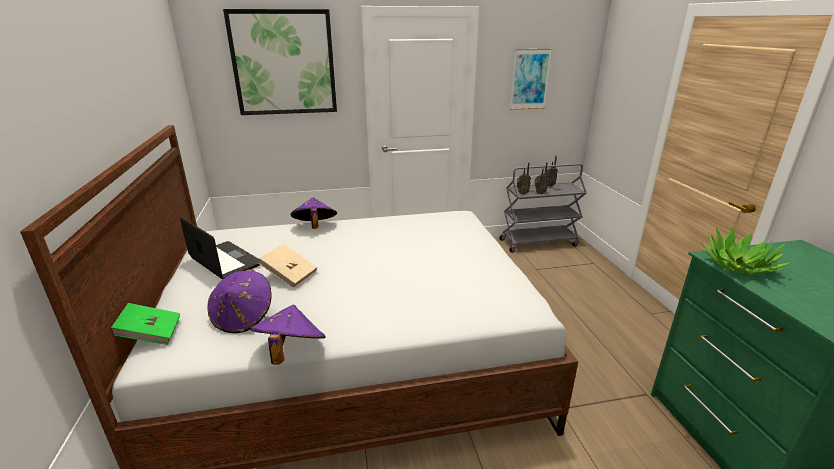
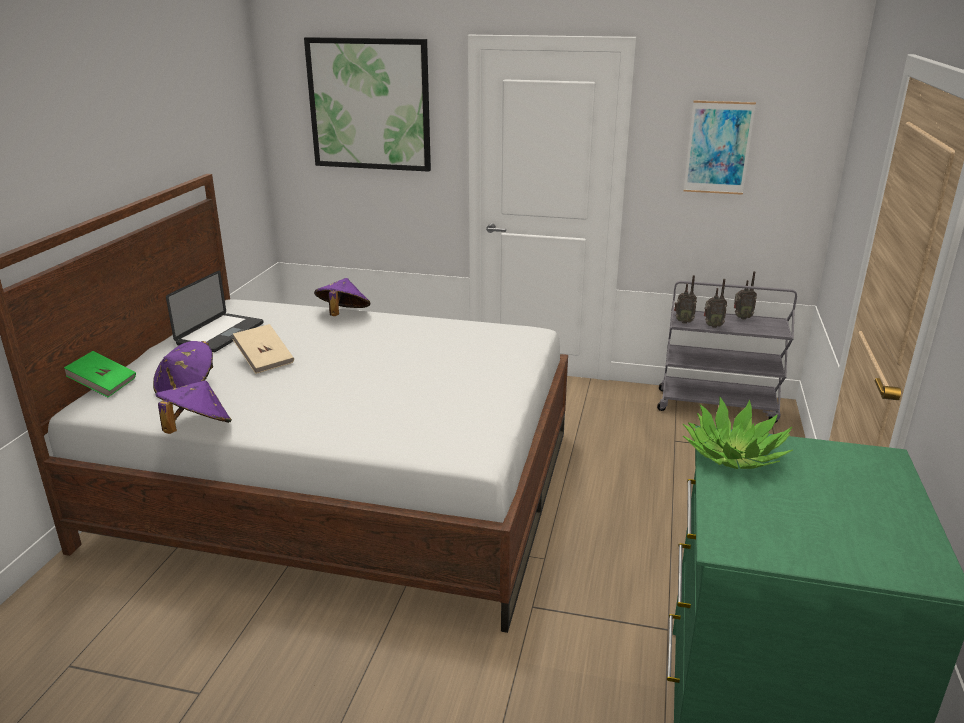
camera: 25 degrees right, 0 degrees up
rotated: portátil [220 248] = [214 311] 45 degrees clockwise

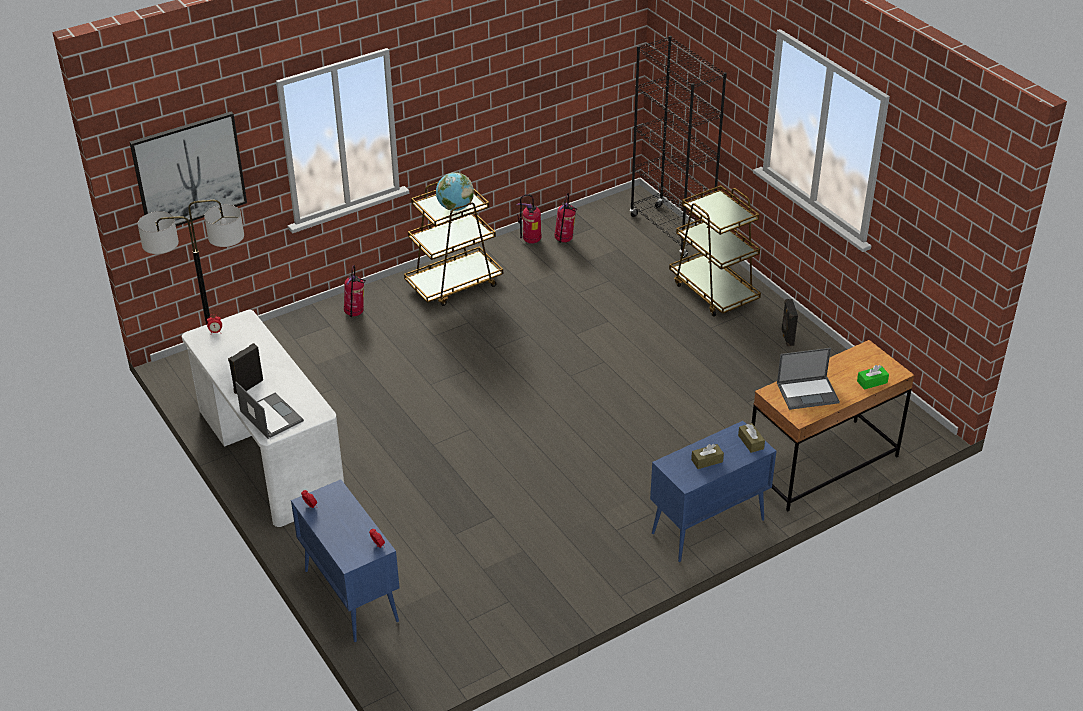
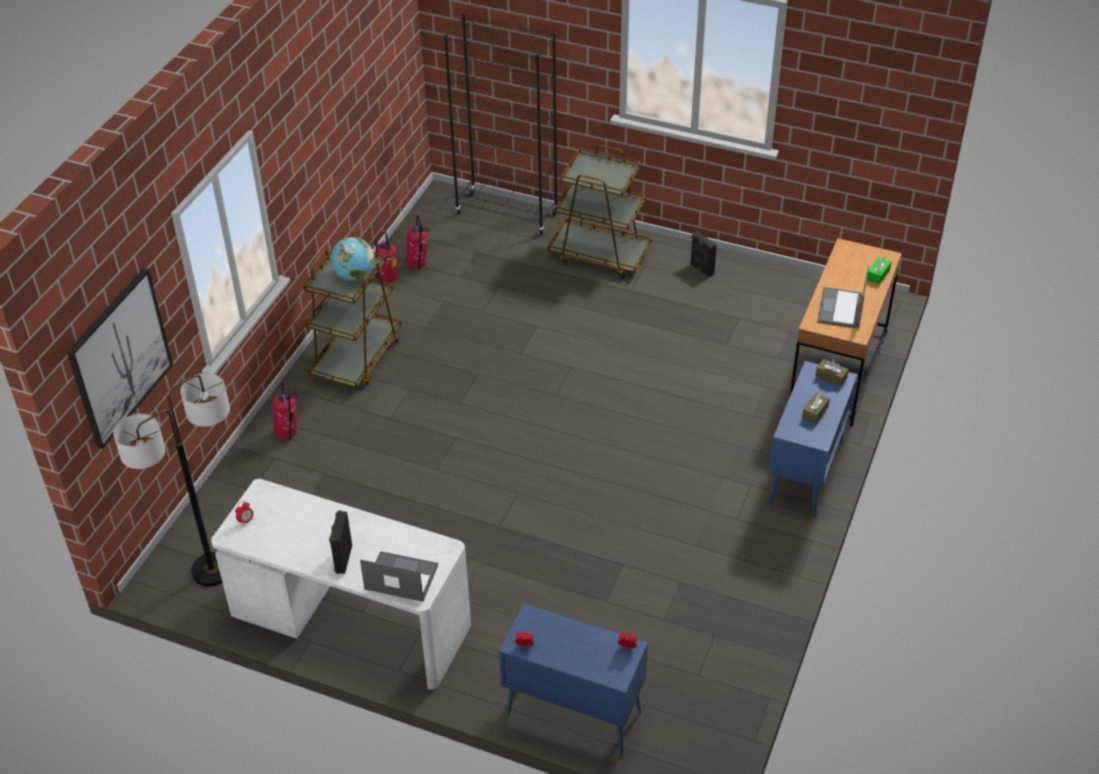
camera: 35 degrees left, 5 degrees up
rotated: portátil [808 379] = [843 297] 150 degrees clockwise

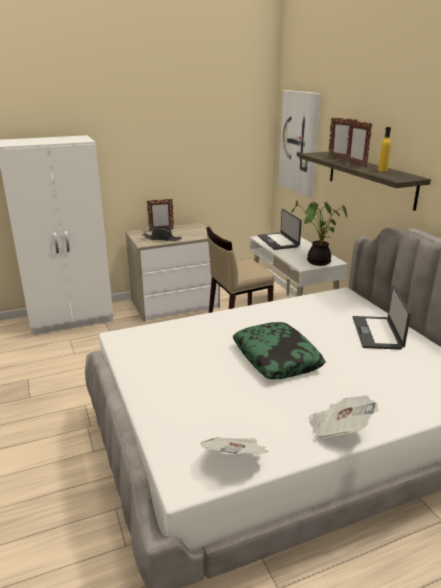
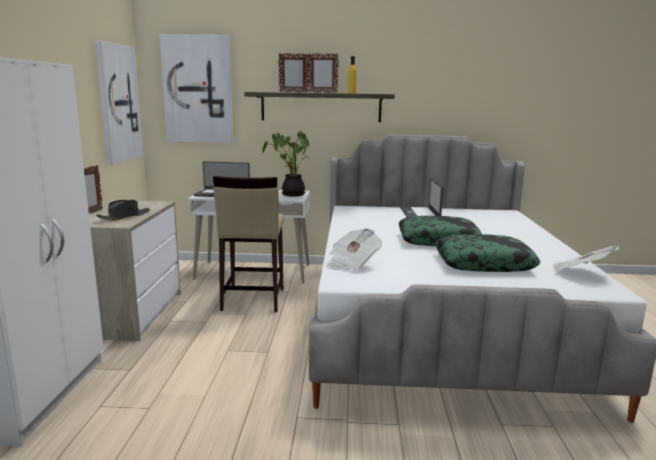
camera: 65 degrees left, 10 degrees down
new: cuadro [119 102]; cojín [488 253]
shifted: periódico [343 416] to [354 249]
rotated: portátil [382 318] = [422 198] 60 degrees clockwise

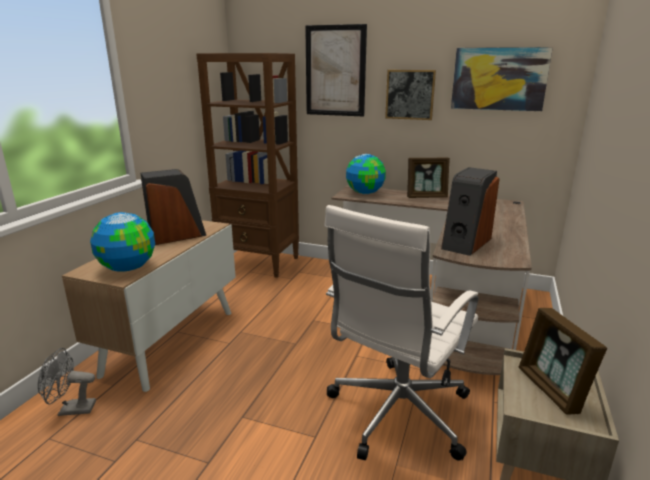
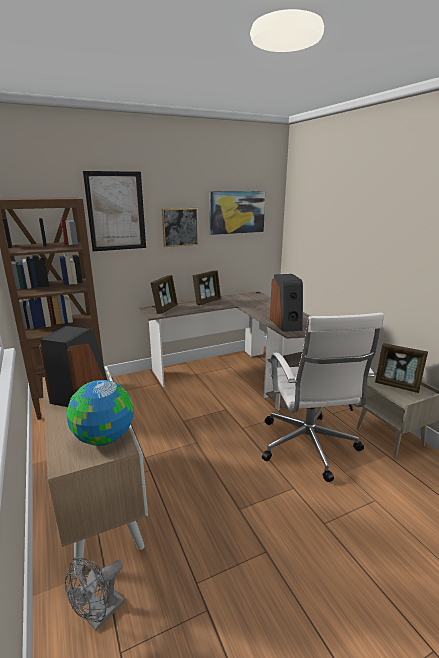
camera: 45 degrees left, 0 degrees up
swapped: globo terráqueo [366 174] to portarretratos [164 294]

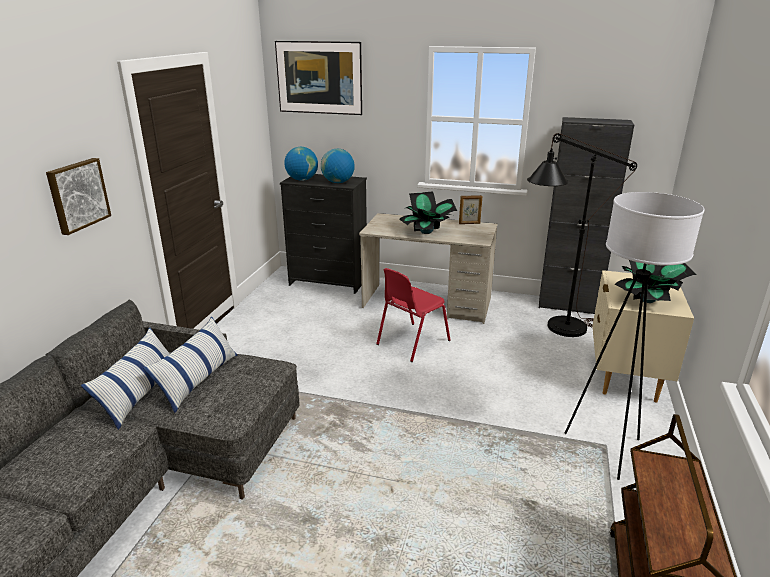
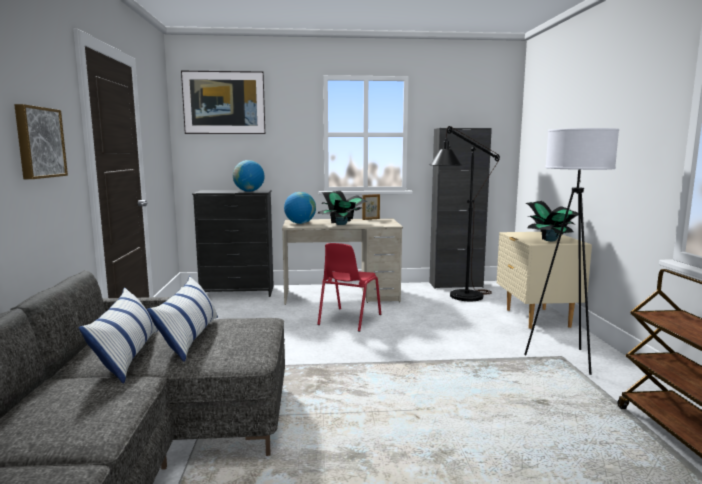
camera: 20 degrees left, 15 degrees down
shifted: globo terráqueo [301 164] to [300 208]

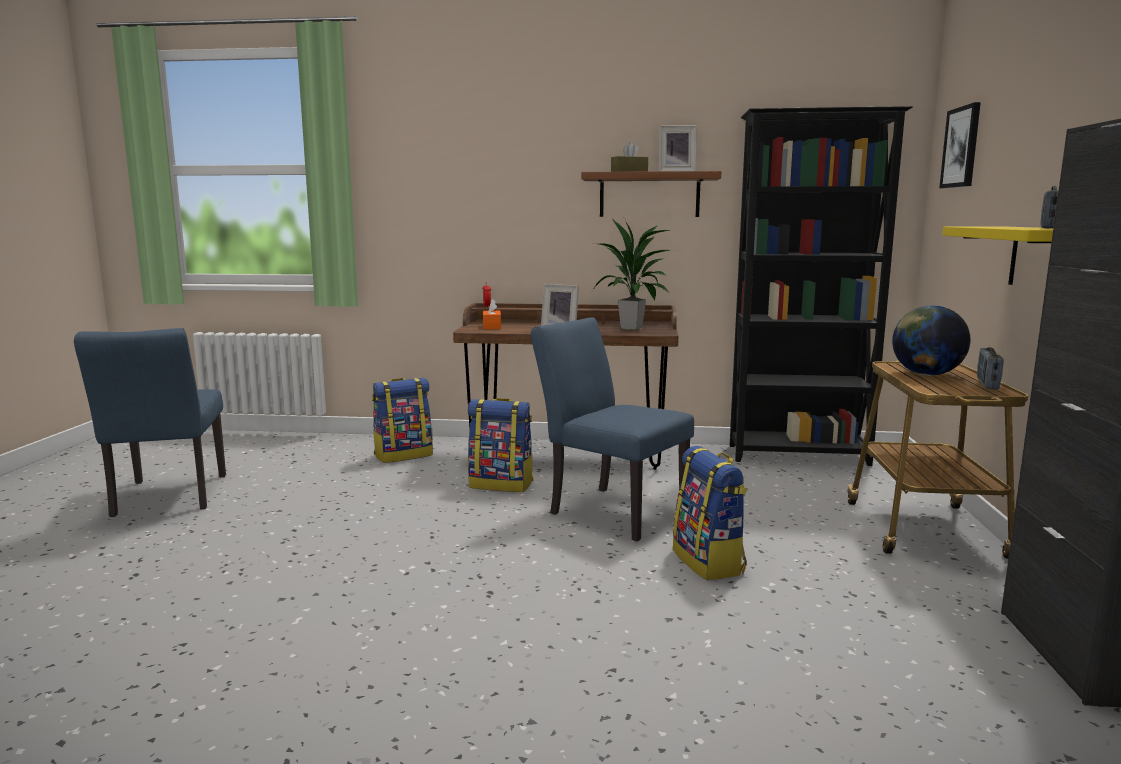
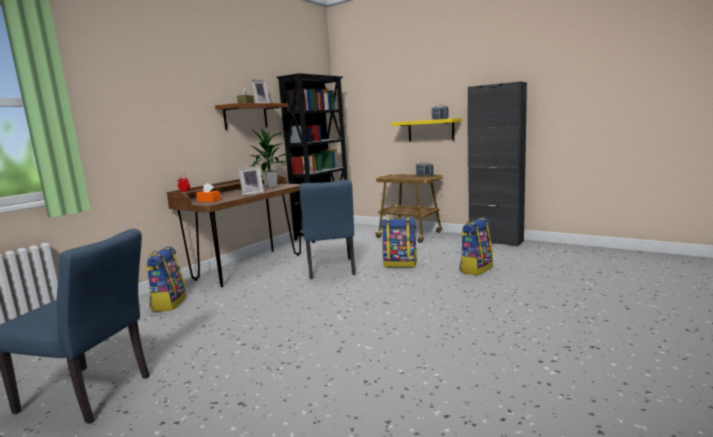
camera: 60 degrees left, 0 degrees up
gone: cuadro [960 145]; globo terráqueo [931 340]
shifted: mochila [500 445] to [476 246]
rotated: silla [azul] [612 429] = [328 229] 75 degrees counterclockwise

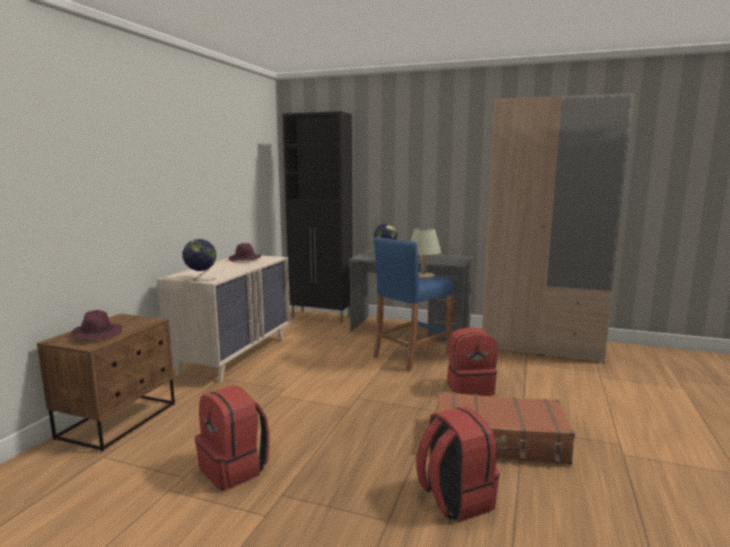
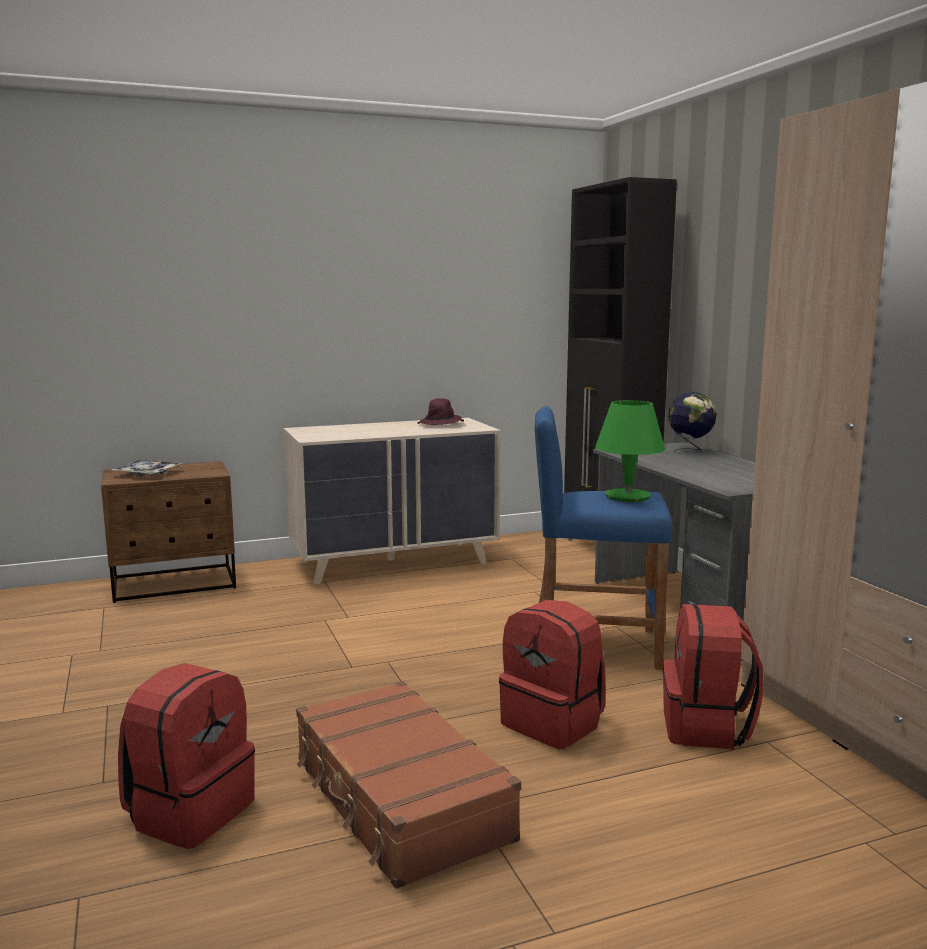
camera: 50 degrees right, 0 degrees up
gone: globo terráqueo [199 260]
shifted: mochila [rojo] [232 438] to [713 676]
swapped: sombrero [morado] [97 324] to bandeja [147 468]
repainted: lámpara de mesa [beis] [426 253] to lámpara de mesa [verde] [630 451]

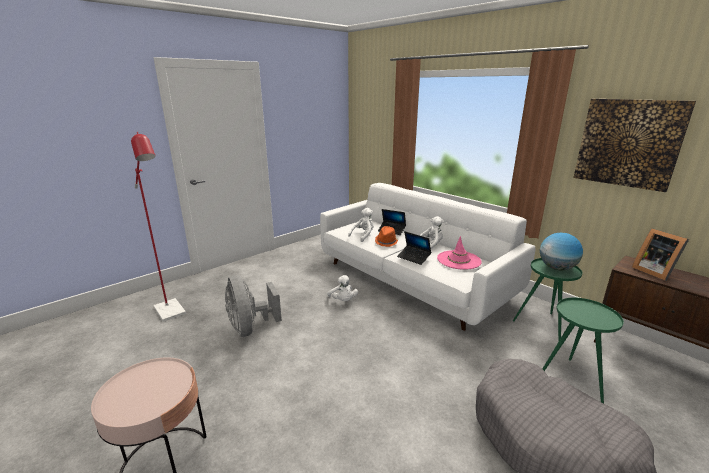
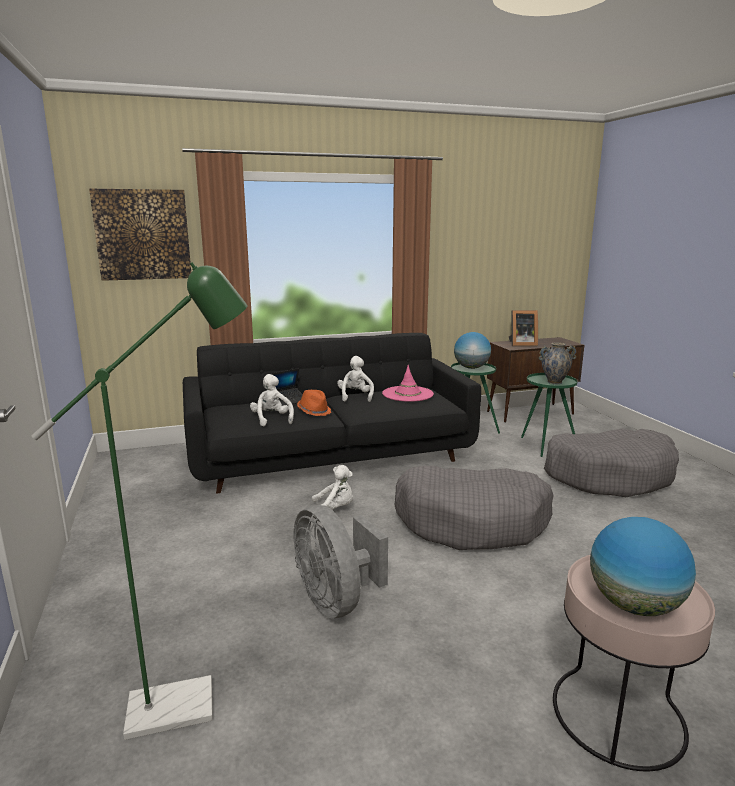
camera: 65 degrees left, 5 degrees down
gone: portátil [414 248]
new: florero [558 363]; cama para perro [gris] [474 508]; globo terráqueo [643 566]
shifted: cuadro [634 145] to [140 235]
repainted: lámpara de pie [rojo] [158 227] to lámpara de pie [verde] [140 501]; sofá [blanco] [428 257] to sofá [negro] [332 413]
rotated: ventilador [gris] [253 306] = [341 561] 60 degrees clockwise

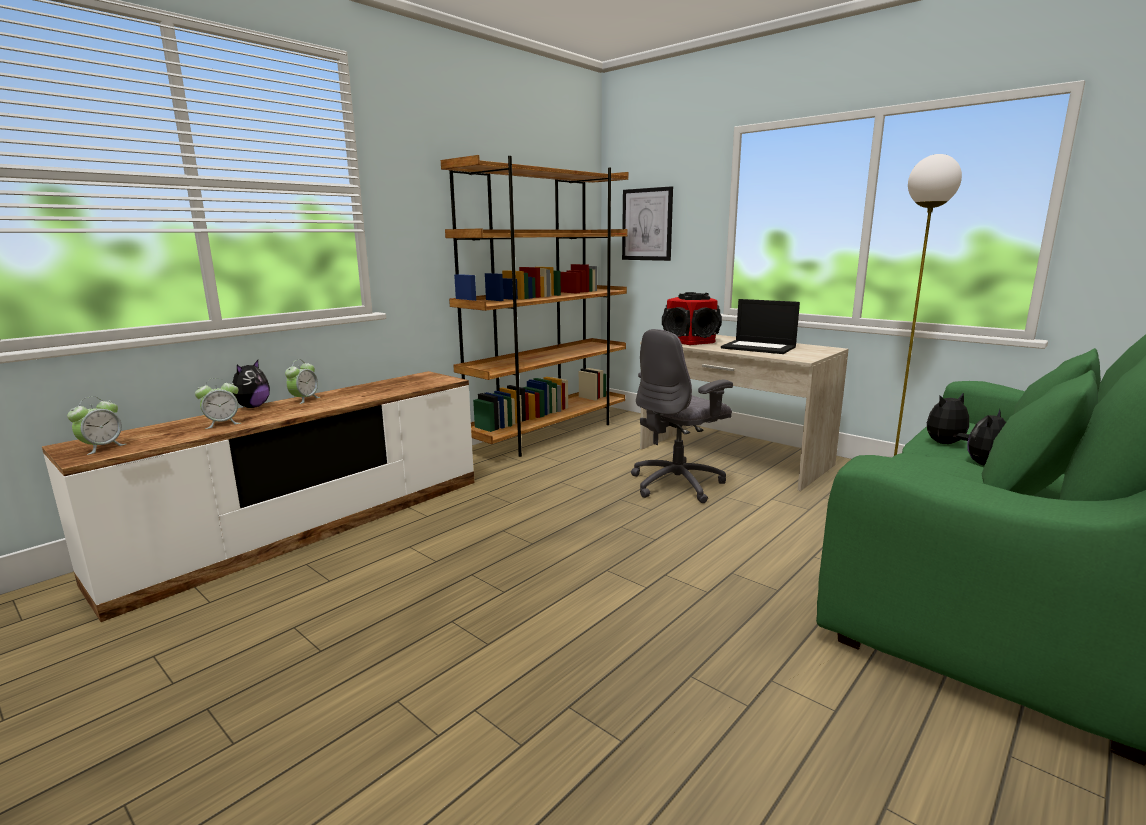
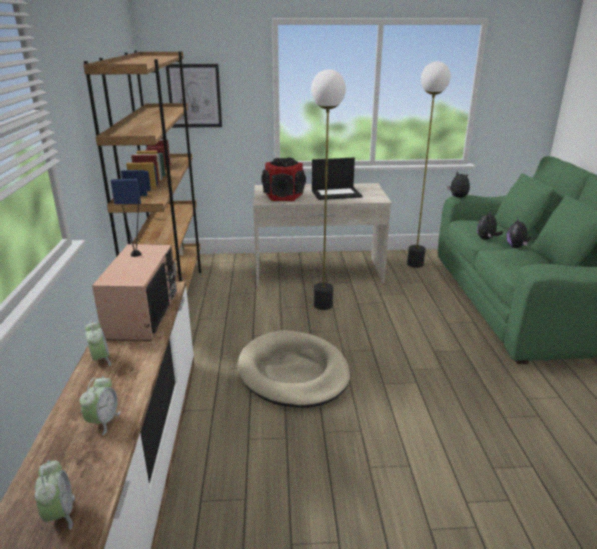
camera: 45 degrees left, 10 degrees up
new: televisor [134 269]; cama para perro [beis] [294 369]
shifted: peluche [251 384] to [458 184]
swapped: silla de oficina [gris] [682 416] to lámpara de pie [328 189]

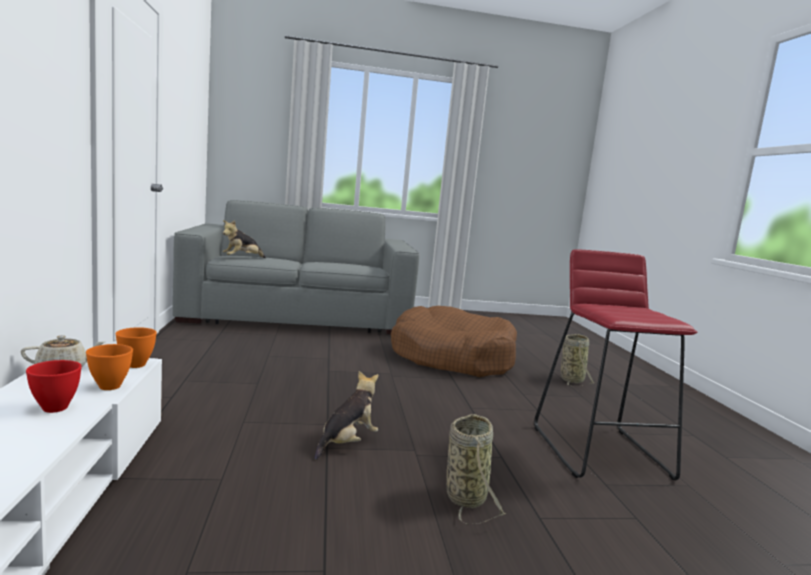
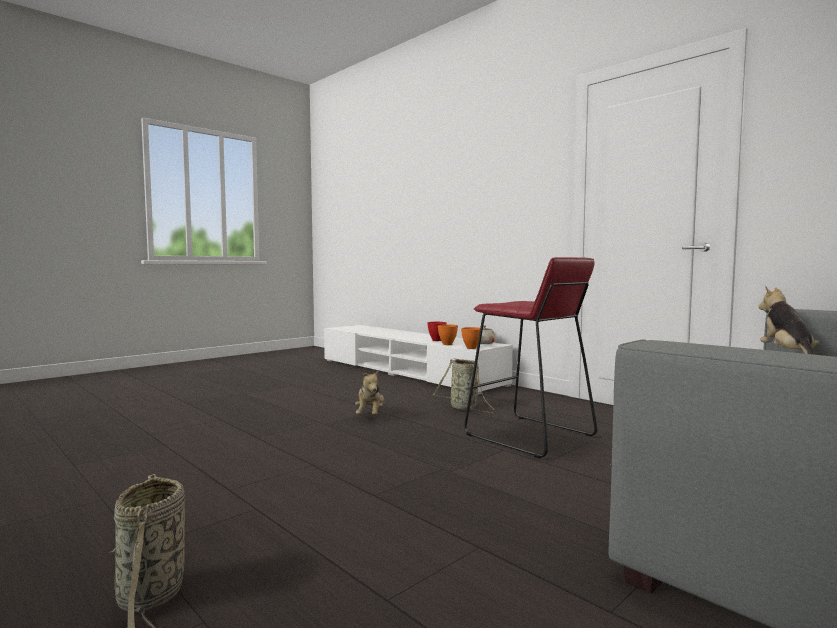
camera: 145 degrees right, 5 degrees down
gone: cama para perro [marrón] [454 341]
shifted: taburete [rojo] [615 364] to [530 358]; cesta [476 469] to [465 385]

